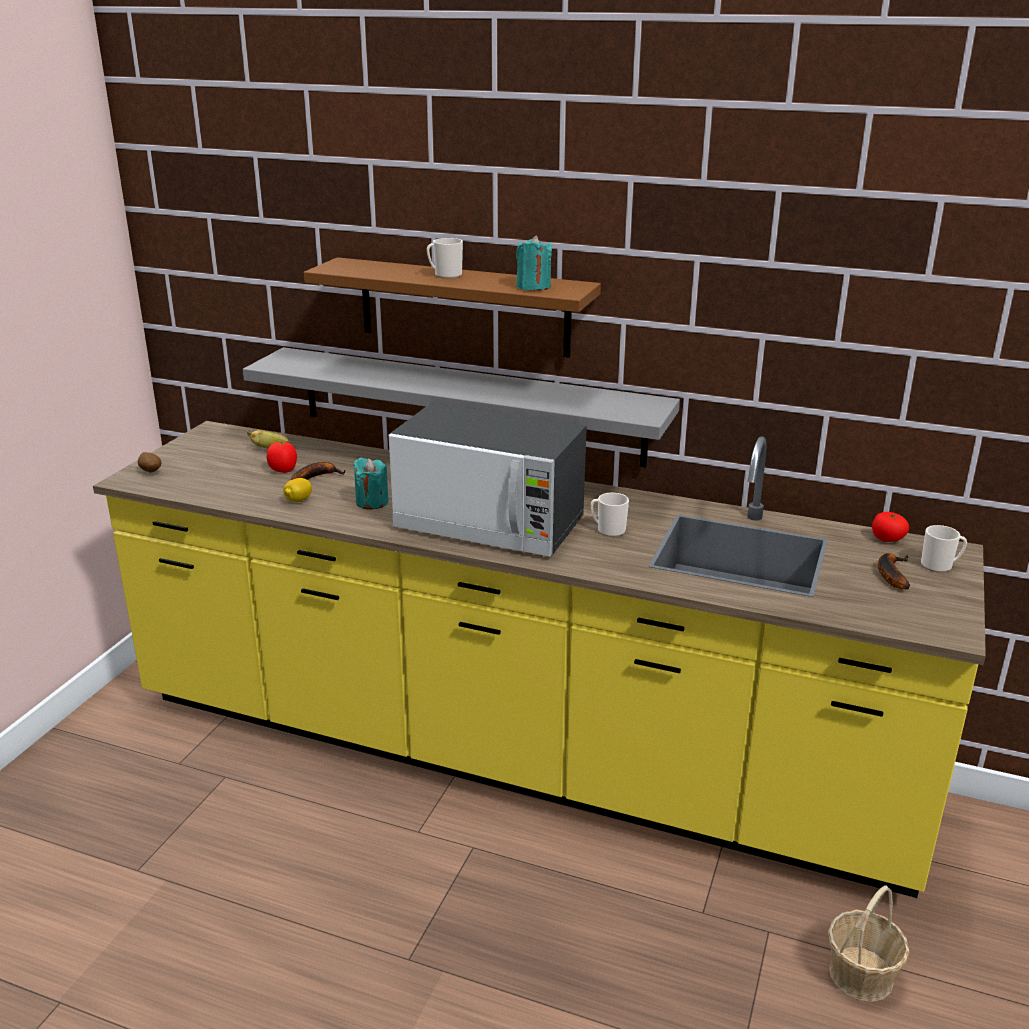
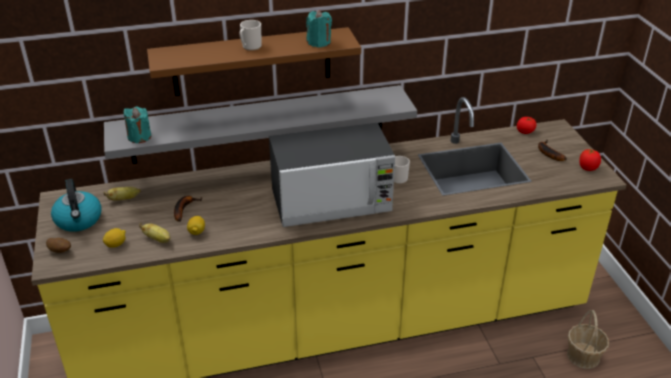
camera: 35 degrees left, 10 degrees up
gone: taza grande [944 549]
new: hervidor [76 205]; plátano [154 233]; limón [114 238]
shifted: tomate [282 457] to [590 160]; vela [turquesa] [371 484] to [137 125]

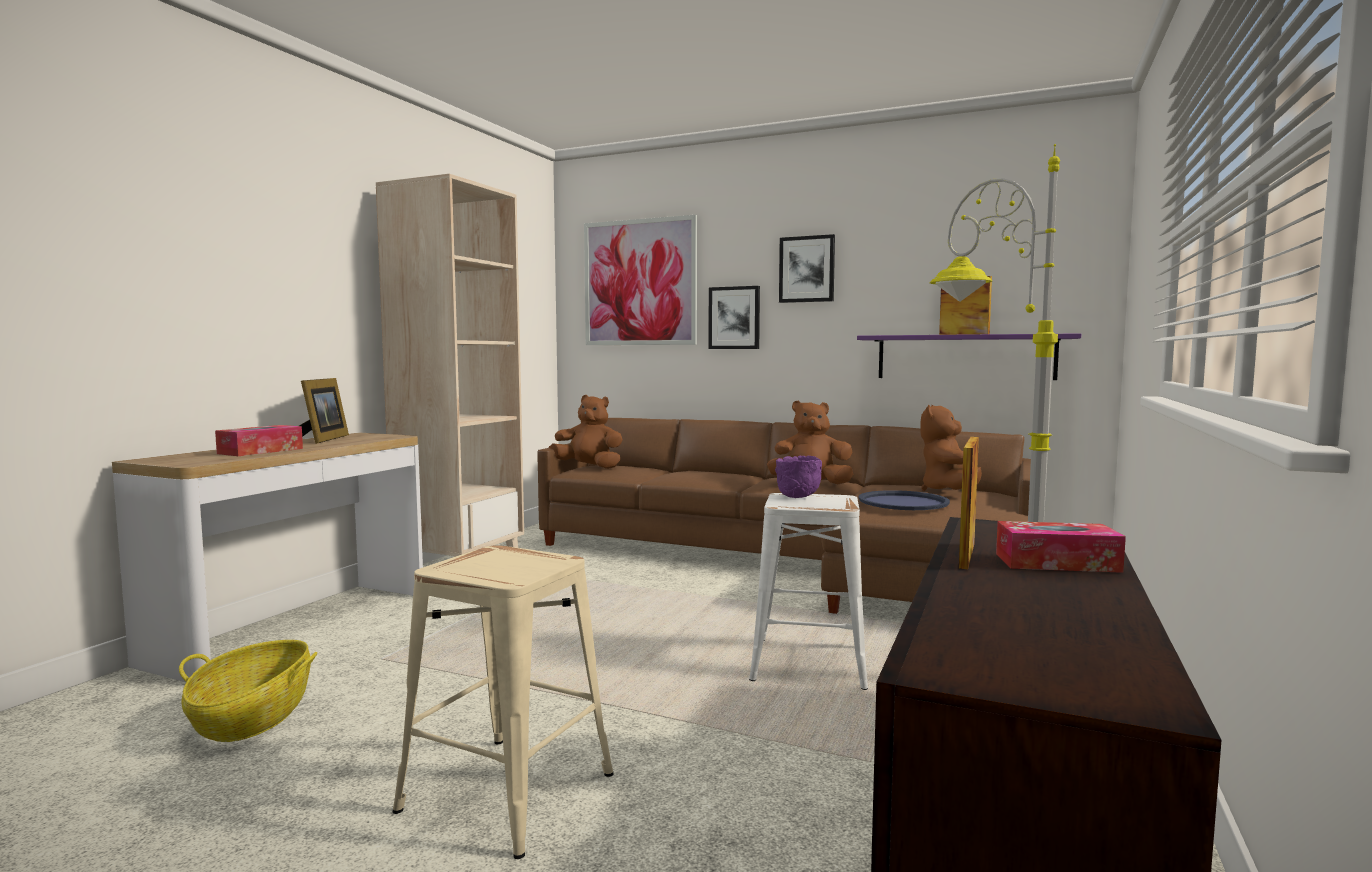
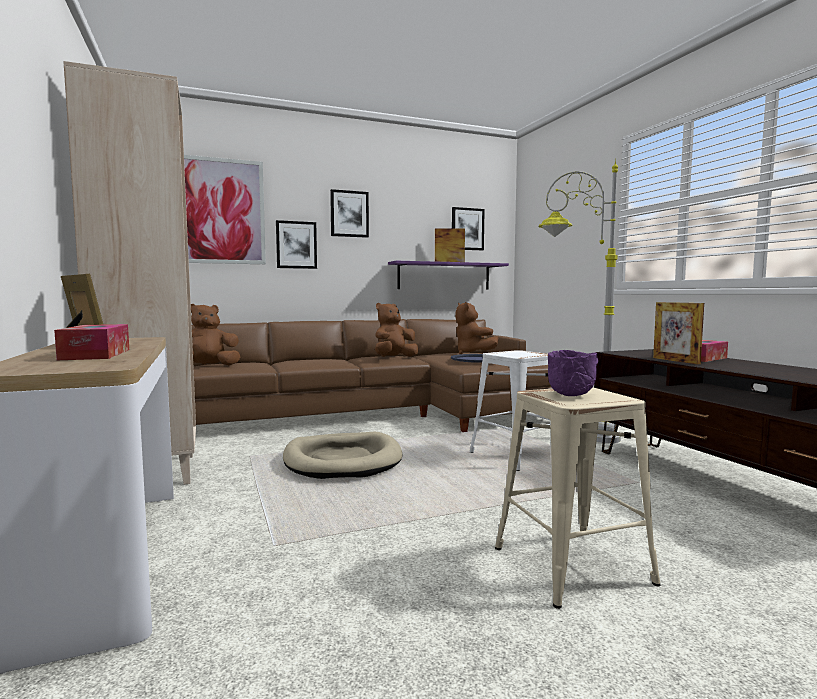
camera: 45 degrees left, 0 degrees up
gone: cesta [248 691]
new: cuadro [468 228]; cama para perro [beis] [342 455]
shifted: cuenco [morado] [798 477] to [573 373]

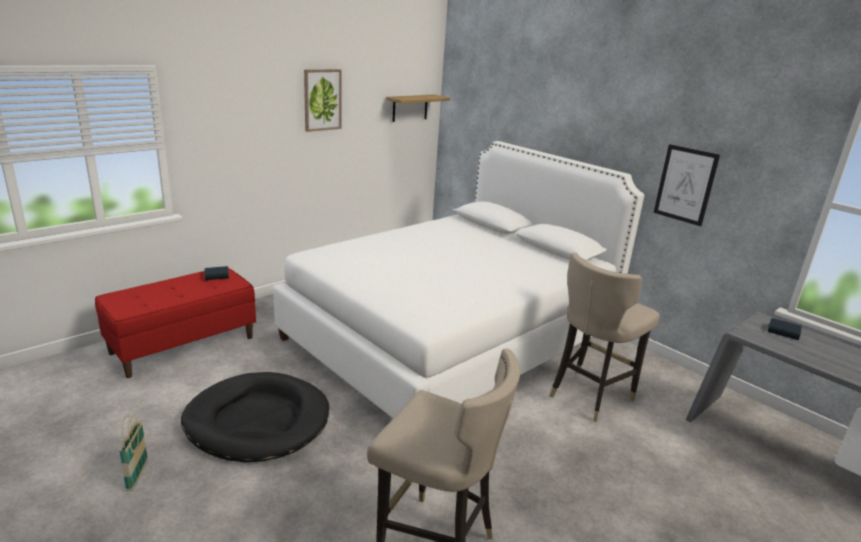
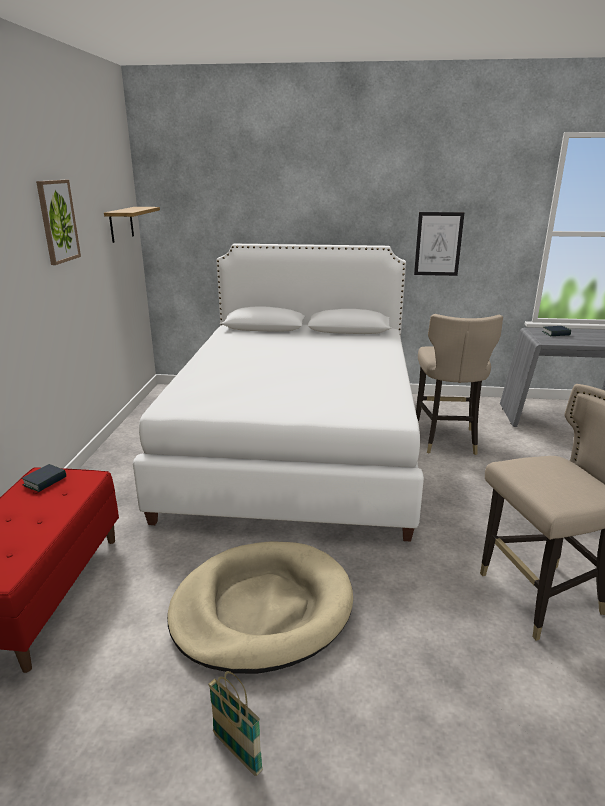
camera: 40 degrees left, 0 degrees up
repainted: cama para perro [negro] [255 417] to cama para perro [beis] [260 608]

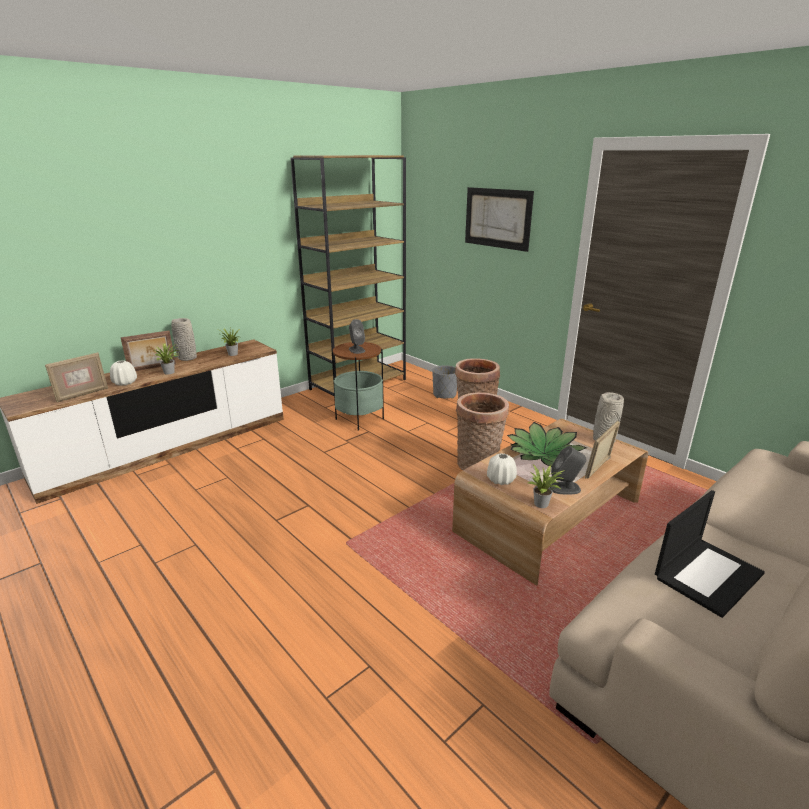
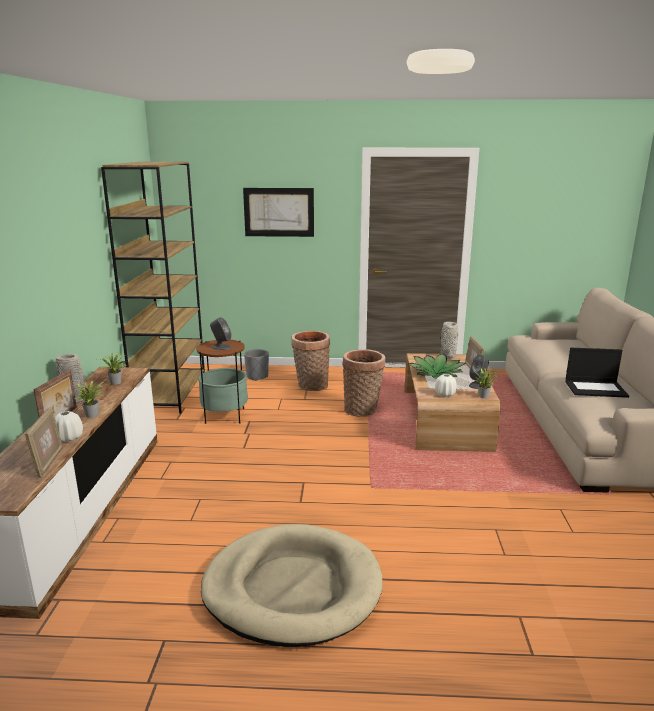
camera: 45 degrees left, 5 degrees down
new: cama para perro [beis] [292 585]
rotated: portátil [710 554] = [597 373] 90 degrees clockwise

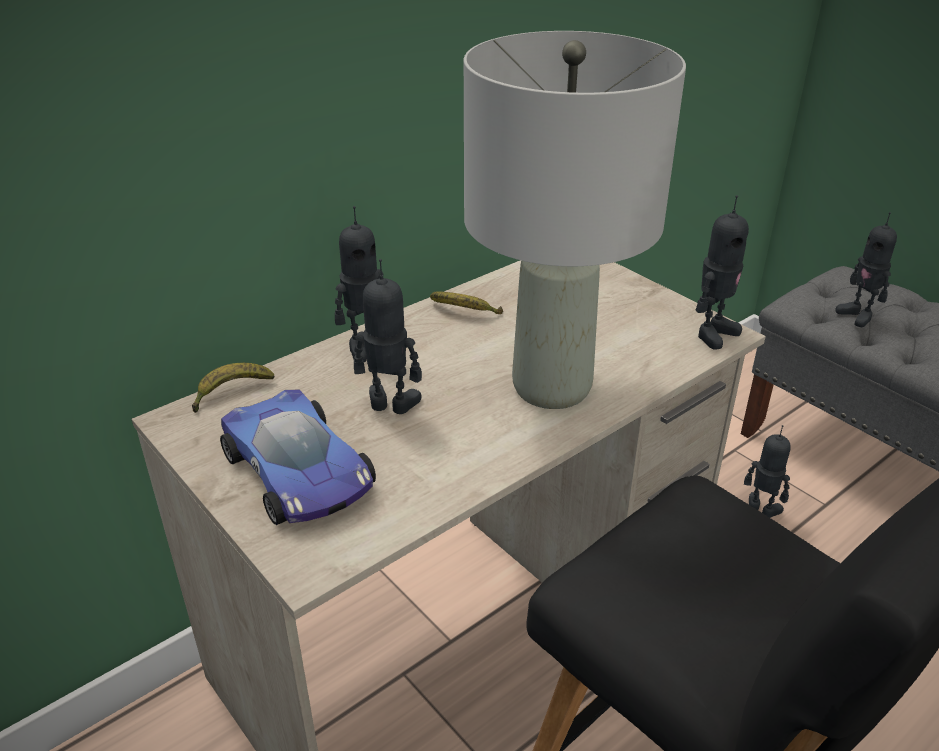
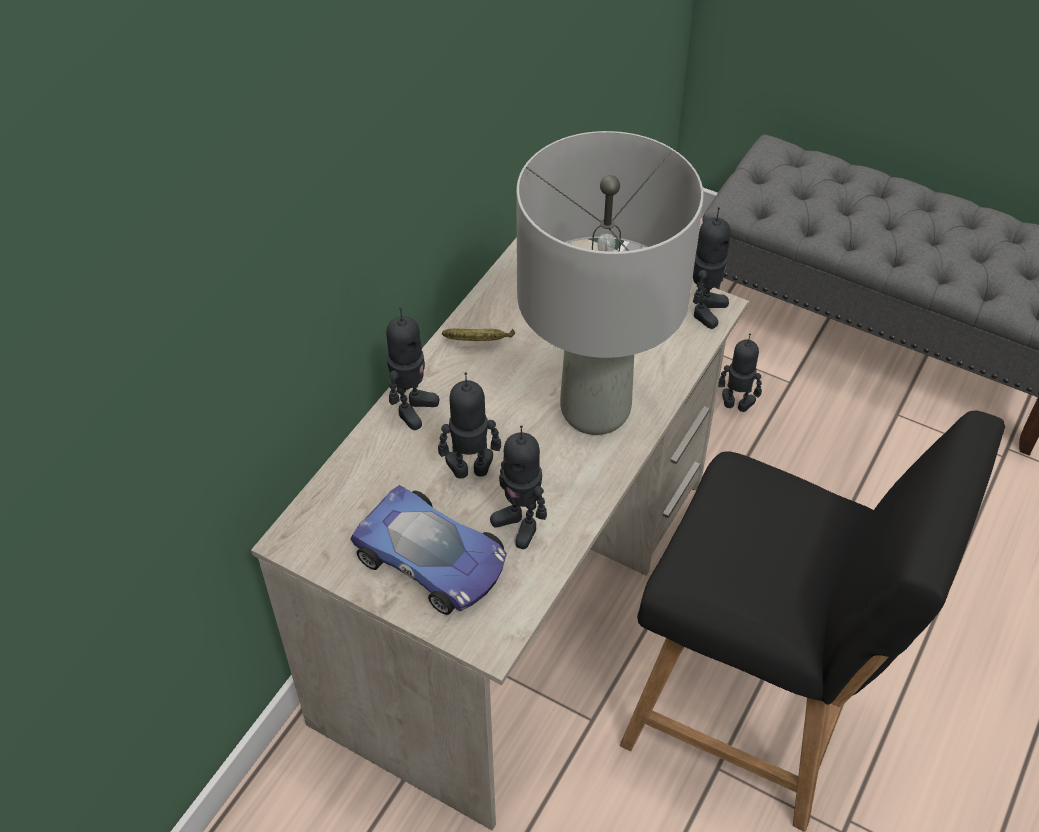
camera: 20 degrees left, 15 degrees up
gone: plátano [233 388]
shifted: robot de juguete [866 269] to [518 487]

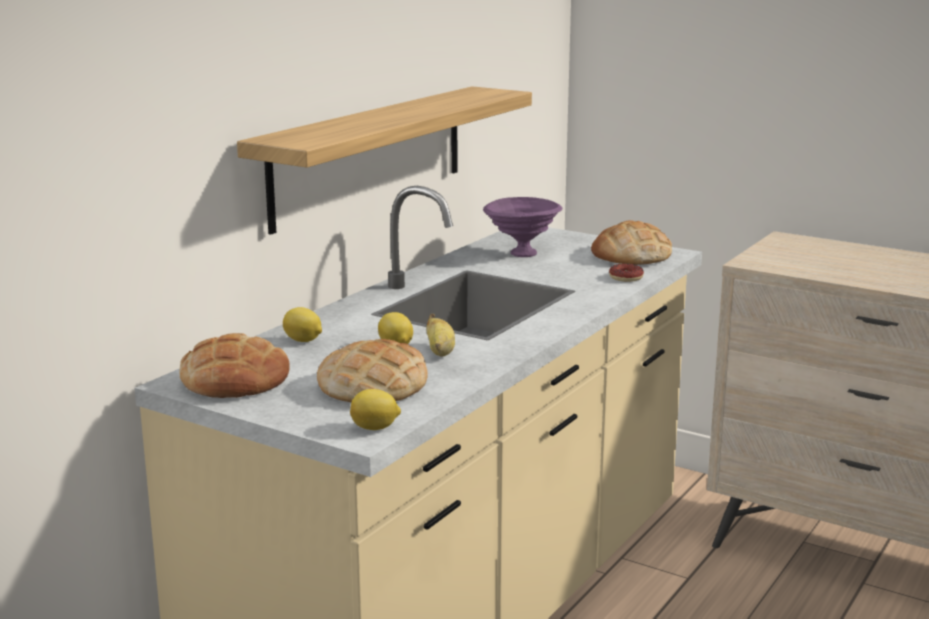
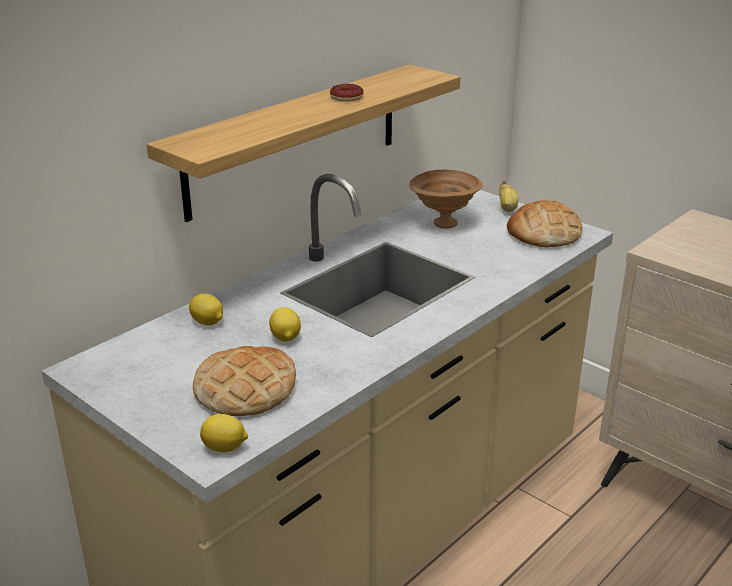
camera: 10 degrees right, 10 degrees up
gone: pan [234 365]
shifted: rosquilla [626 272] to [347 93]; plátano [440 335] to [508 196]
repainted: cuenco [morado] [523 227] to cuenco [marrón] [446 199]

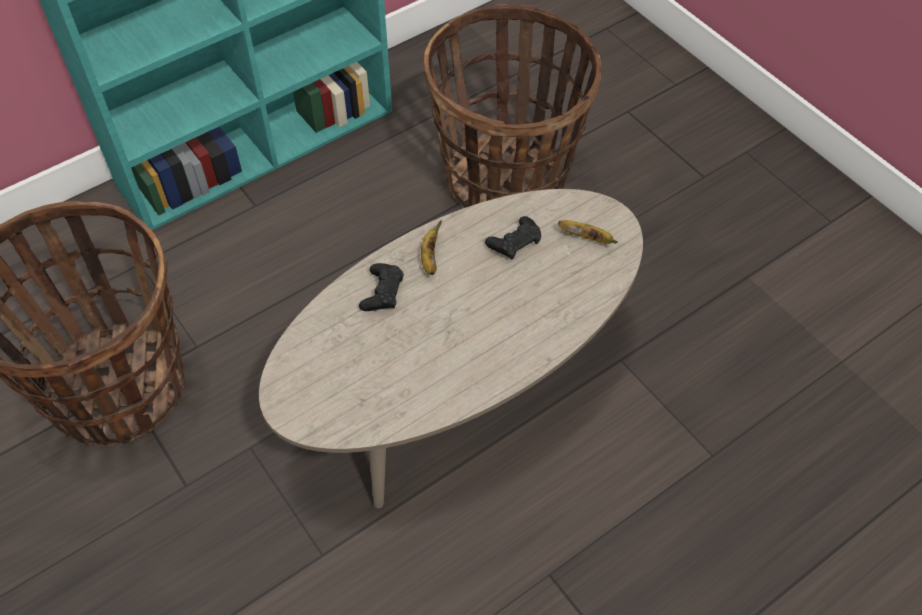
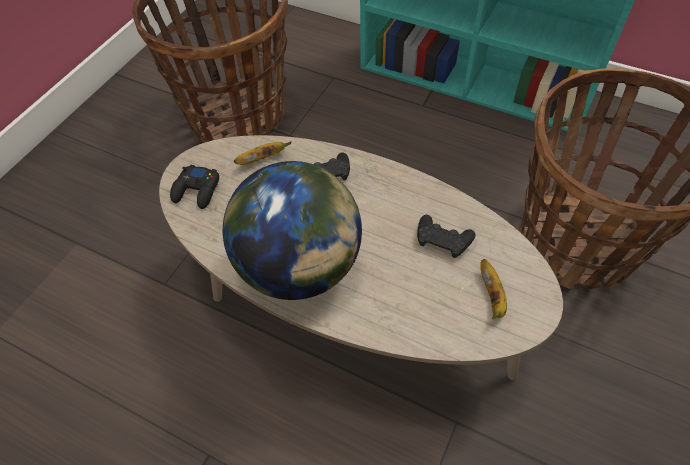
camera: 65 degrees right, 0 degrees up
new: globo terráqueo [292 230]; mando de consola [negro] [194 187]
shifted: plátano [431 247] to [263 153]

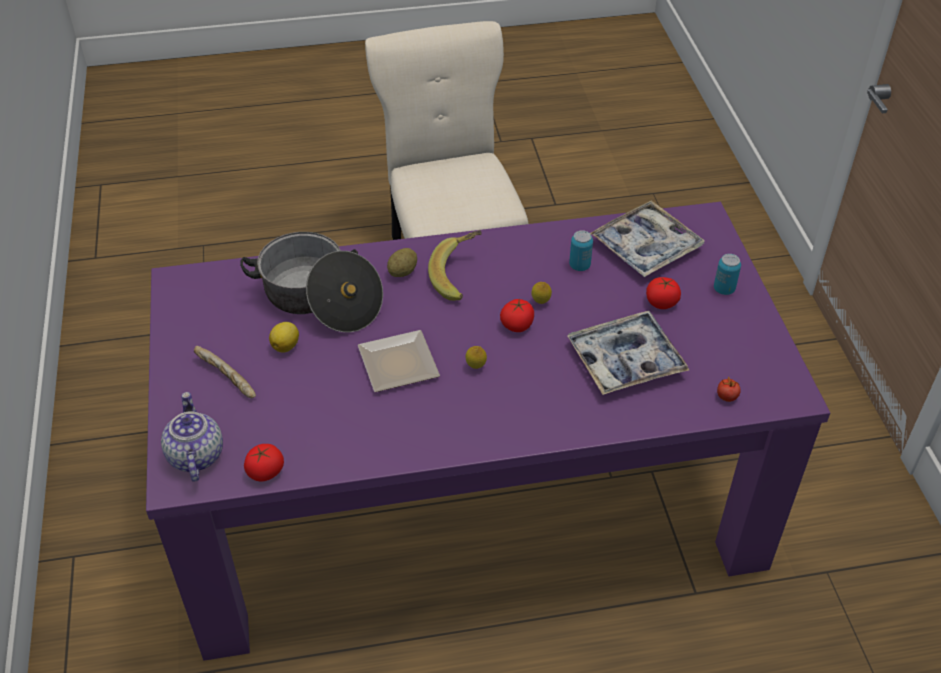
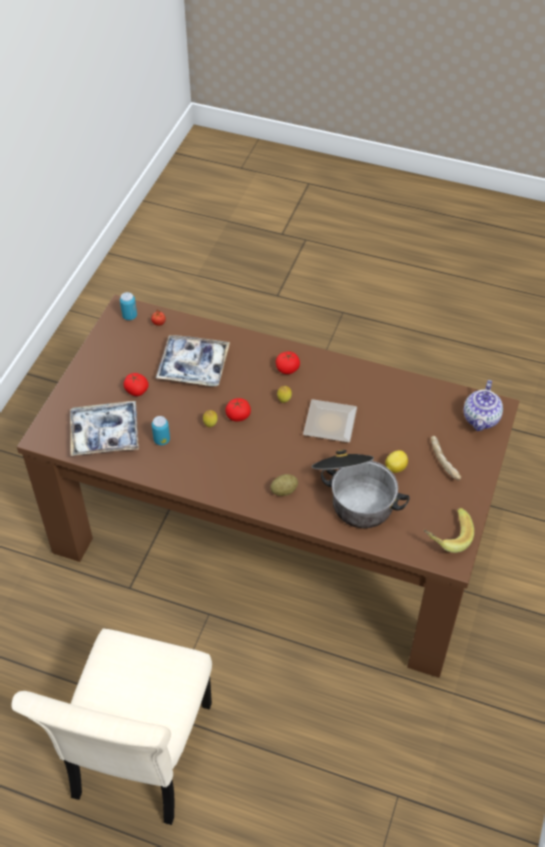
camera: 150 degrees left, 5 degrees up
shifted: plátano [455 265] to [449 530]; lata [727 274] to [128 306]; tomate [264 462] to [288 363]
repainted: mesa de comedor [morado] [488 431] to mesa de comedor [marrón] [268 486]

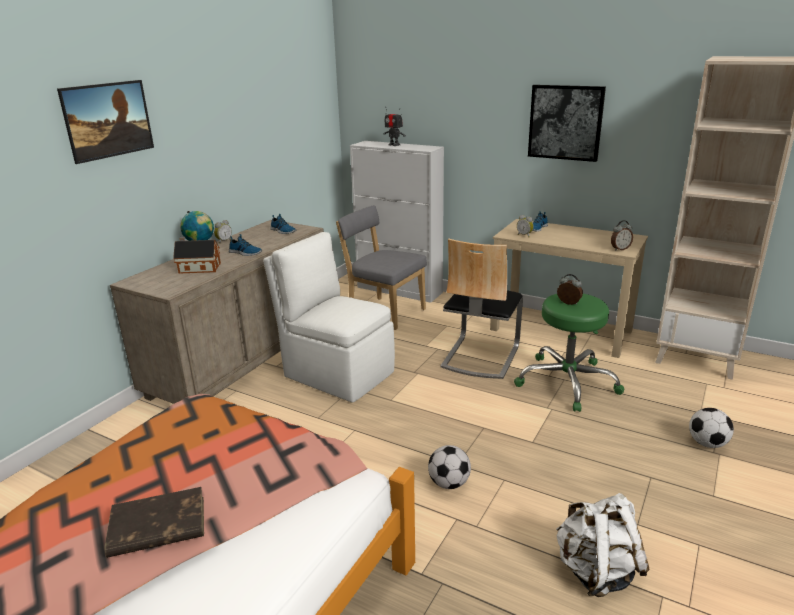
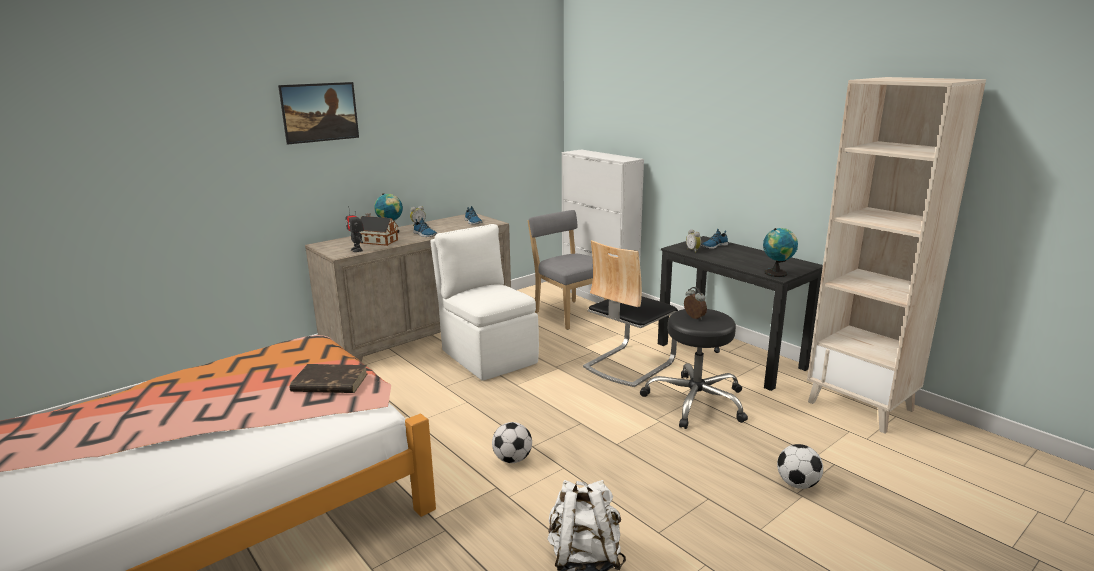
camera: 20 degrees right, 5 degrees down
gone: cuadro [567 123]
shifted: robot de juguete [394 129] to [355 229]; libro [marrón] [154 522] to [328 378]
swapped: despertador [622 235] to globo terráqueo [780 252]
repainted: escritorio [beis] [569 288] to escritorio [negro] [740 313]; taburete [verde] [569 353] to taburete [negro] [694 369]

